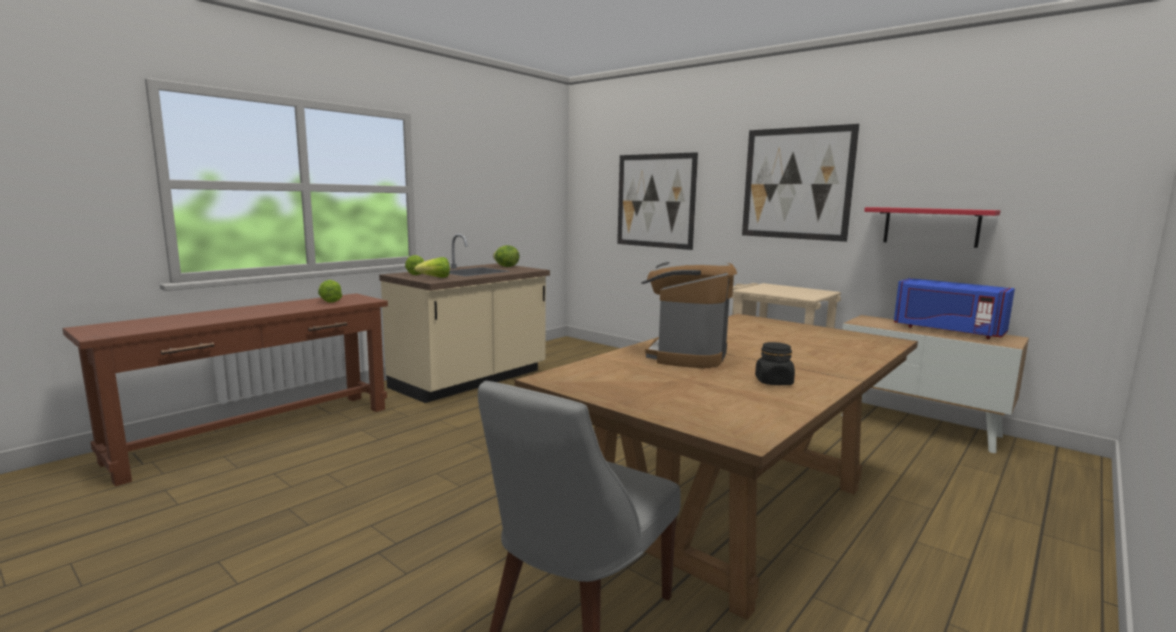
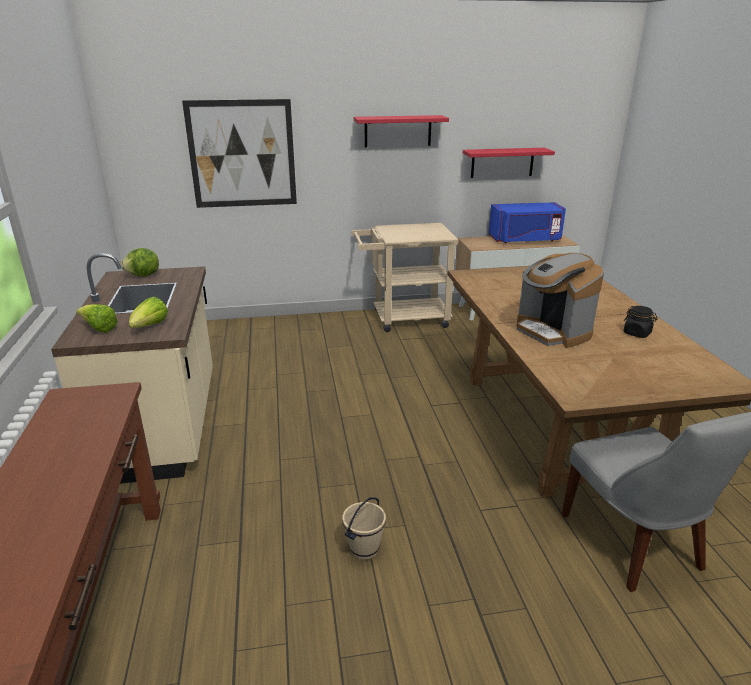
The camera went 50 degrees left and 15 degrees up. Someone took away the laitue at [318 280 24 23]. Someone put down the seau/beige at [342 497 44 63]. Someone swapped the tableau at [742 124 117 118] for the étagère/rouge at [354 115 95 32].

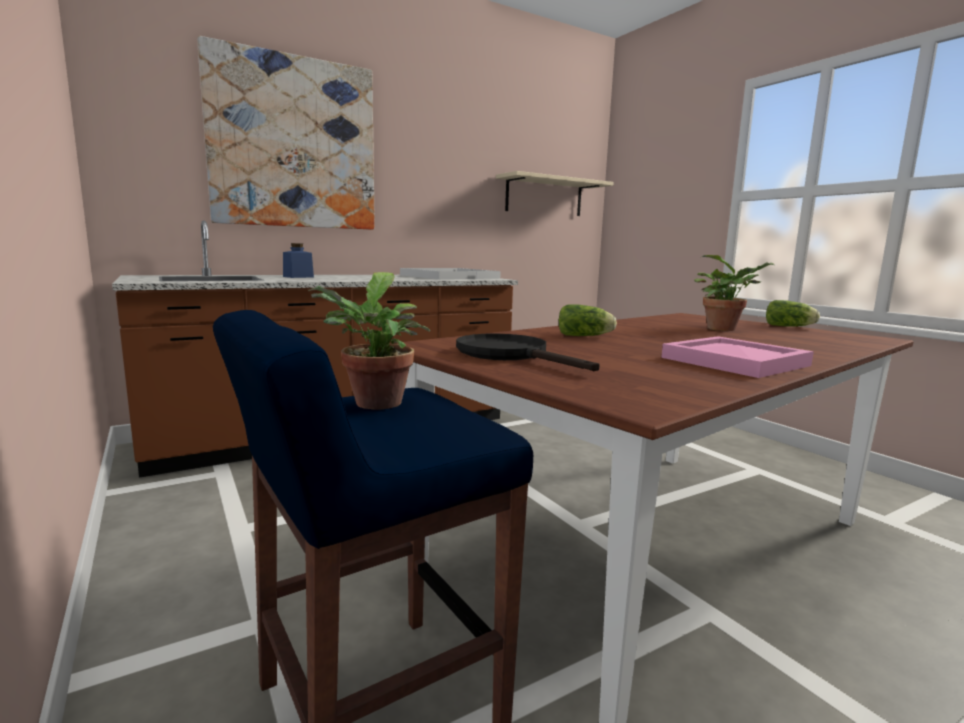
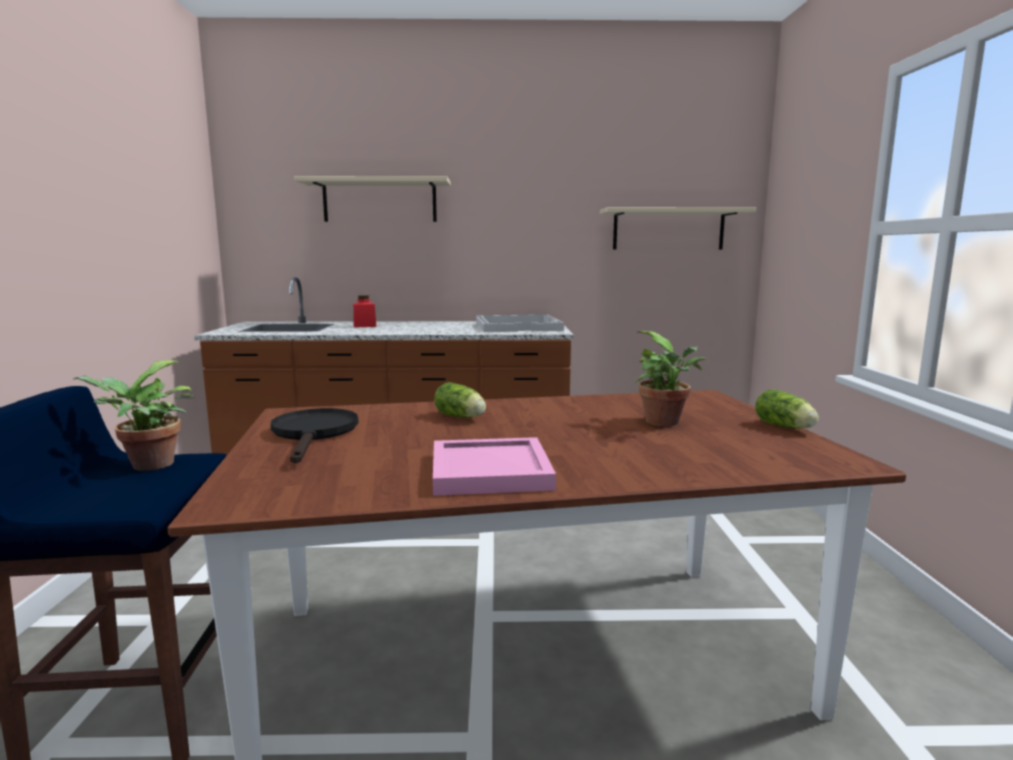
The camera went 30 degrees right and 0 degrees up. Someone swapped the tableau at [197 36 178 194] for the étagère/beige at [294 176 157 46]. Someone repainted the bocal/bleu at [283 243 31 35], which became the bocal/rouge at [353 295 24 33].

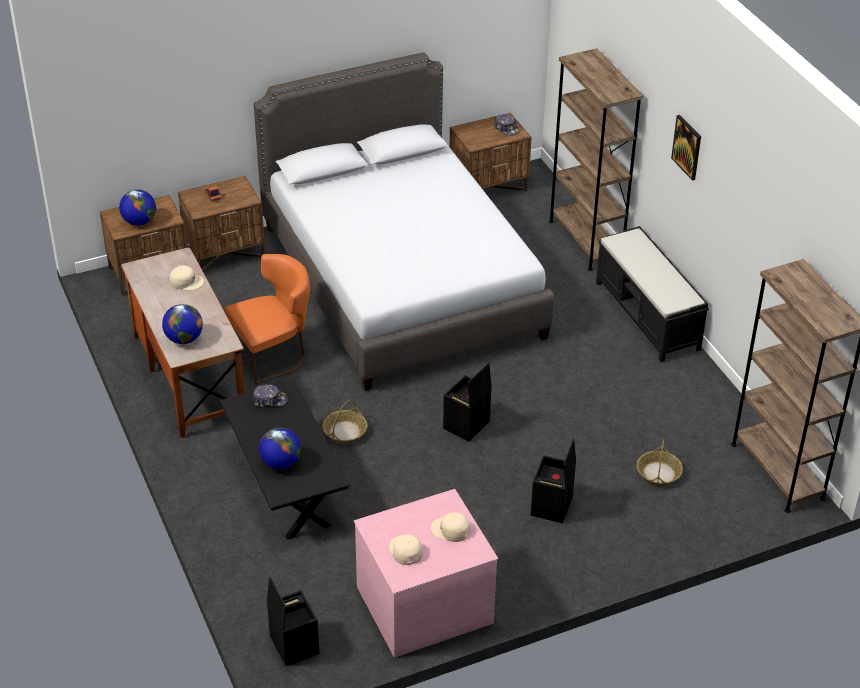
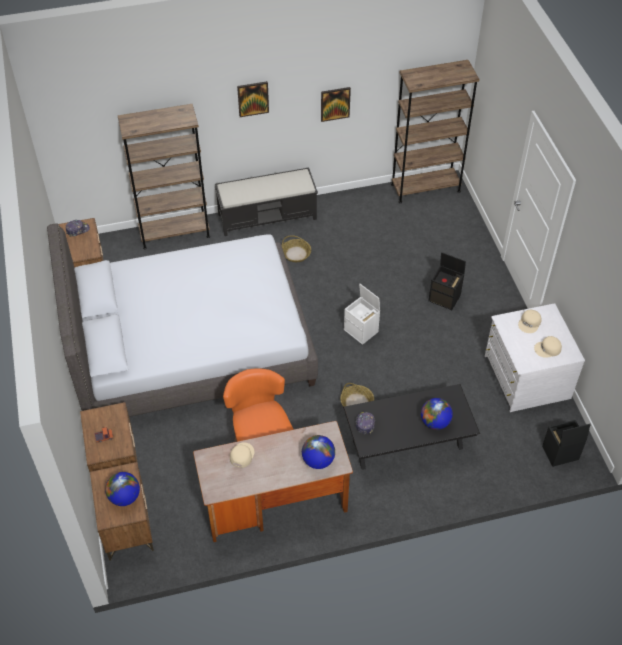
The camera went 80 degrees left and 10 degrees up. Someone put up the tableau at [321 87 30 35]. Someone carried the panier from [637 439 46 47] to [282 235 29 27]. Someone repainted the commode/rose at [354 489 144 168], which became the commode/blanc at [485 303 100 109]. Someone repainted the boîte de rangement/noir at [443 363 49 79], which became the boîte de rangement/blanc at [344 283 36 62].

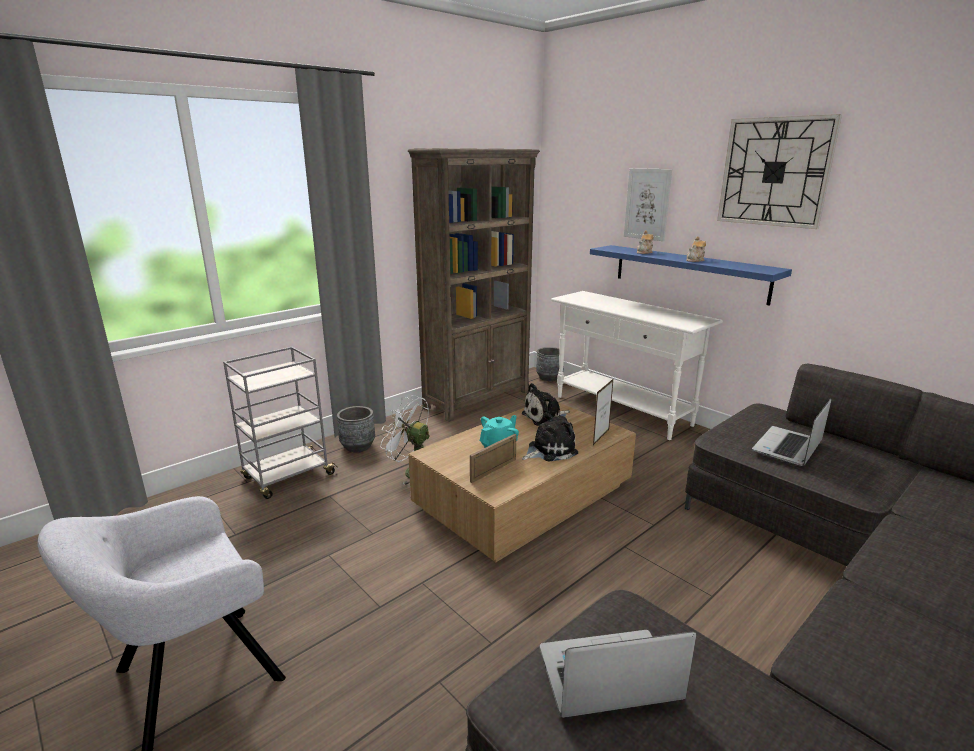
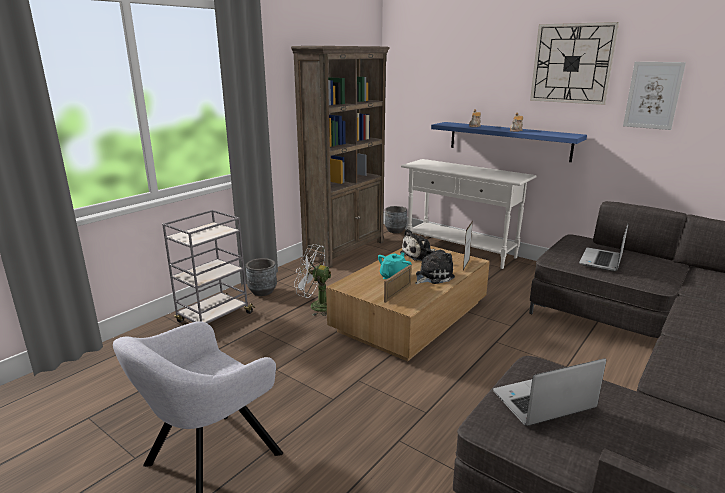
The camera went 10 degrees left and 0 degrees up. Someone carried the tableau from [624 168 48 73] to [623 62 63 68].

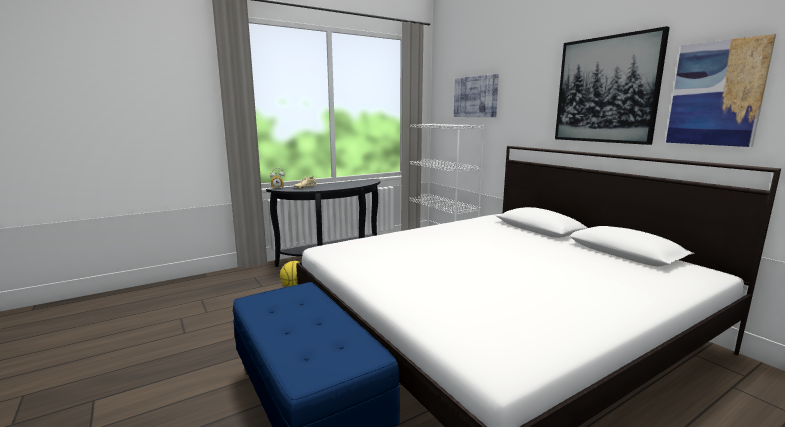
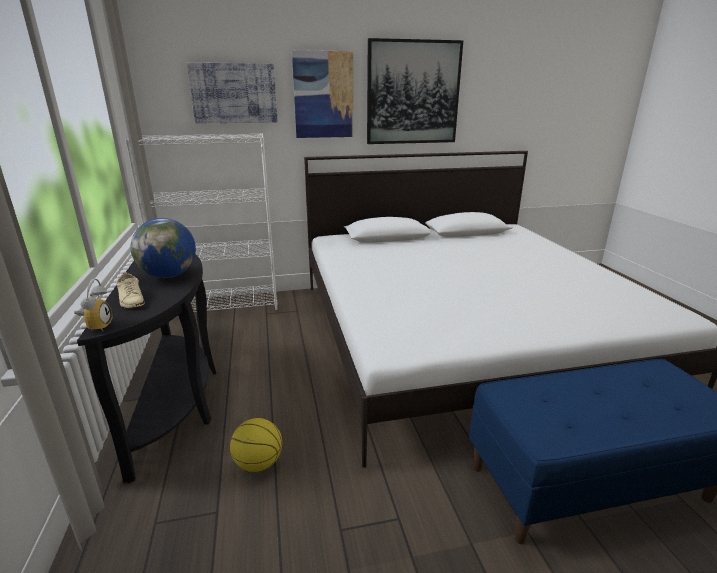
The camera went 70 degrees left and 10 degrees up. Someone put down the globe at [131 218 65 60]. Someone carried the tableau from [666 34 110 113] to [292 50 61 88].

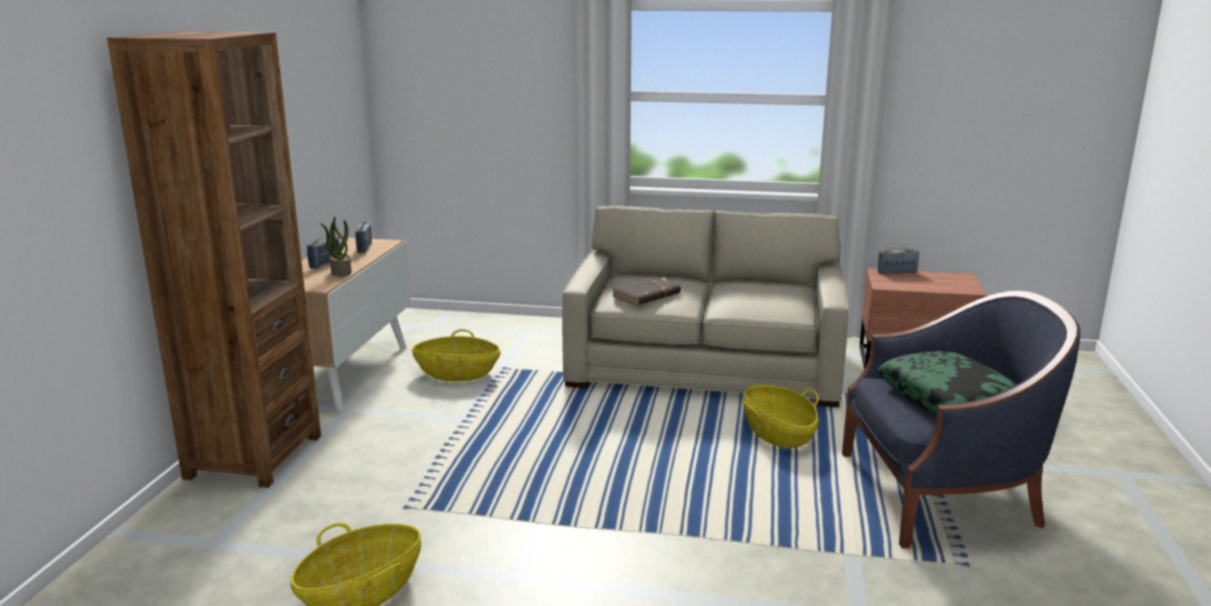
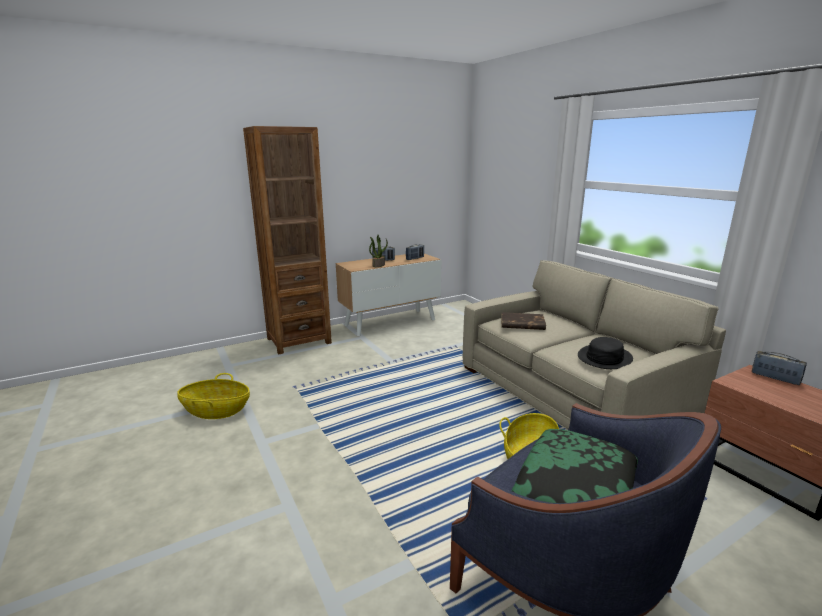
The camera went 50 degrees right and 0 degrees up. Someone took away the panier at [412 329 89 53]. Someone put down the chapeau/noir at [578 337 55 32].

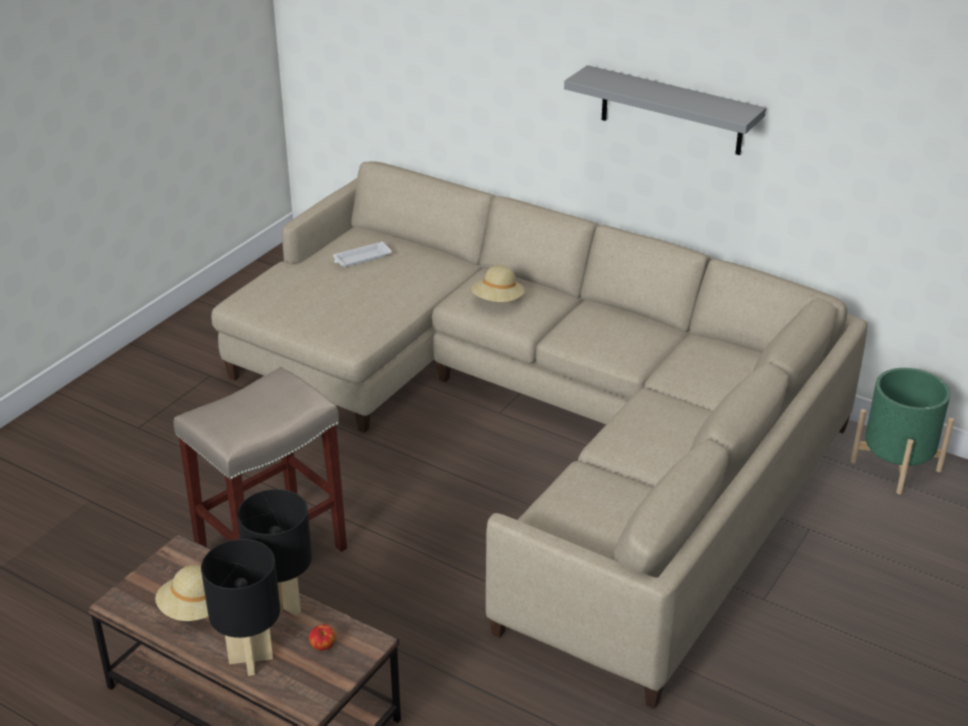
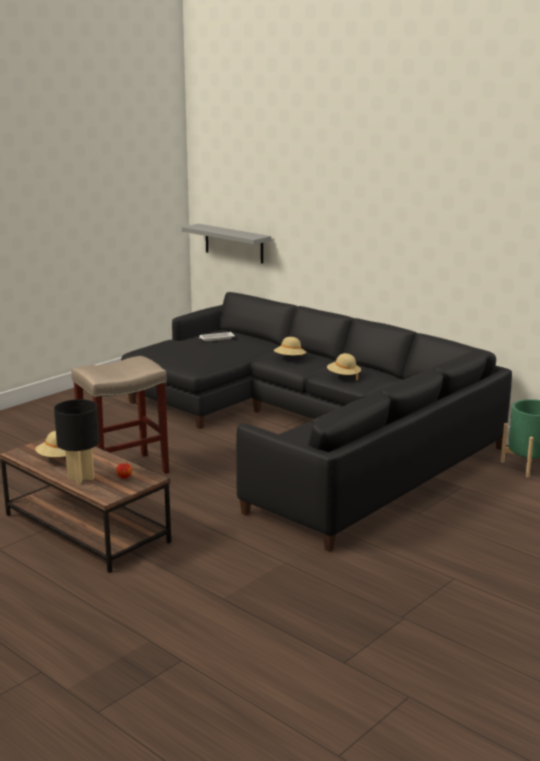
The camera went 10 degrees right and 15 degrees down. Someone took away the lampe de table/noir at [237 489 75 127]. Someone put down the chapeau/beige at [327 353 34 27]. Someone carried the étagère/gris from [564 65 202 90] to [182 224 89 40]. Someone repainted the canapé/beige at [211 162 657 547], which became the canapé/noir at [121 292 391 260].

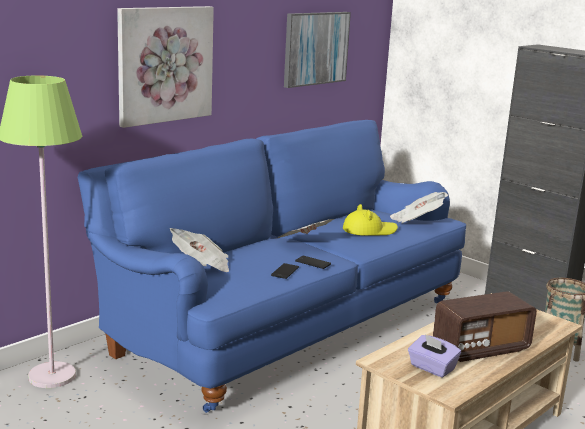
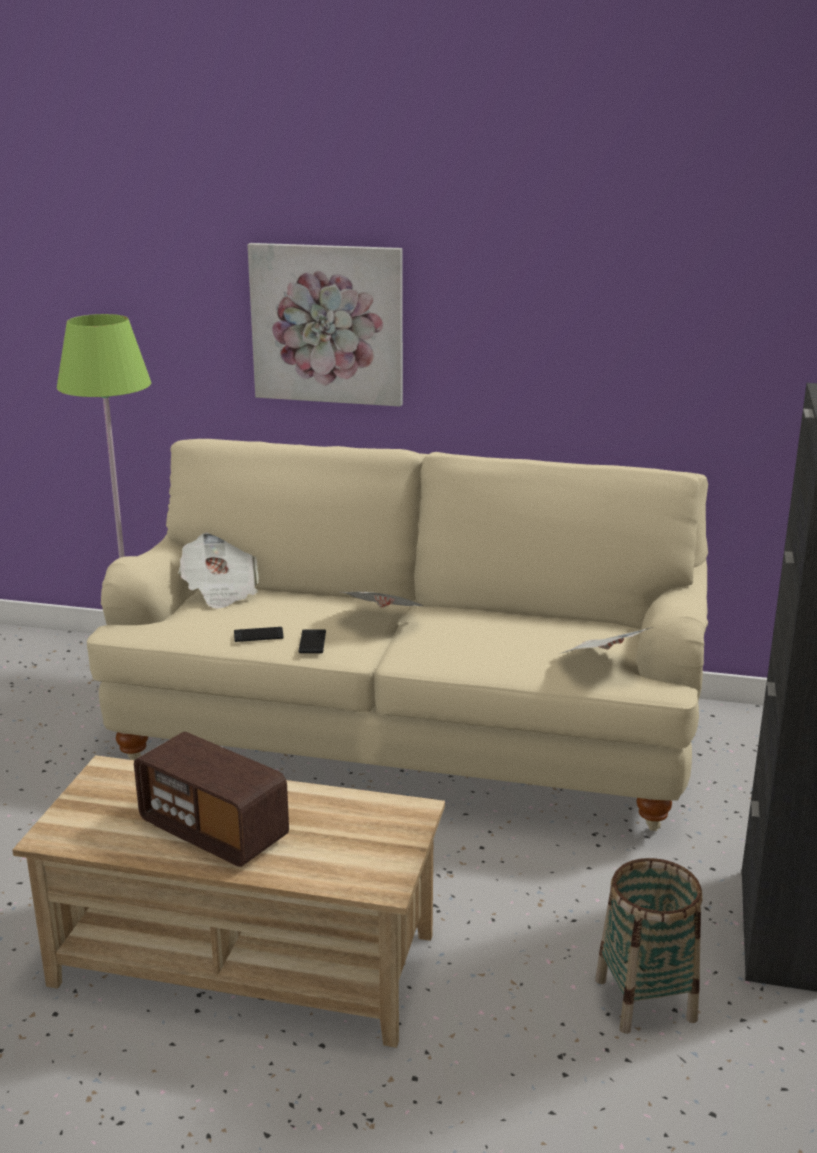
The camera went 60 degrees right and 5 degrees up. Someone took away the tableau at [284 12 67 76]. Someone took away the chapeau/jaune at [343 204 55 31]. Someone took away the boîte à mouchoirs/violet at [408 334 53 44]. Someone repainted the canapé/bleu at [78 120 388 293], which became the canapé/beige at [87 439 621 392].

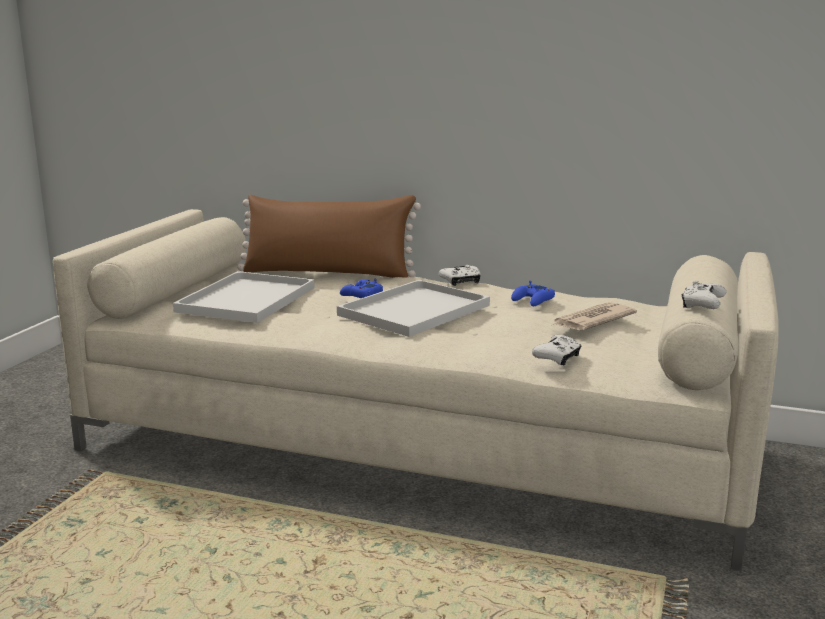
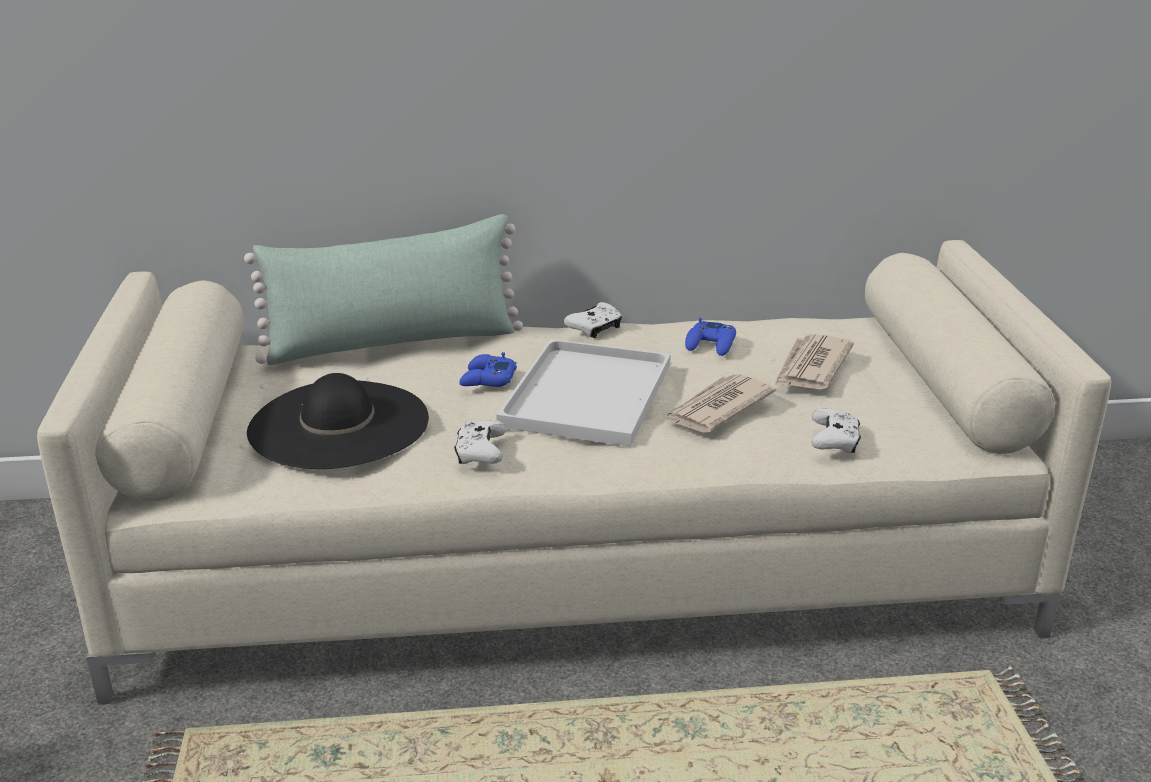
The camera went 25 degrees left and 10 degrees up. Someone put down the journal at [664 374 112 59]. Someone carried the manette/blanc from [681 281 45 28] to [454 420 52 44]. Someone swapped the plateau/blanc at [173 271 142 52] for the chapeau/noir at [247 373 182 96]. Someone repainted the coussin/marron at [237 195 184 83], which became the coussin/vert at [244 214 279 151].

